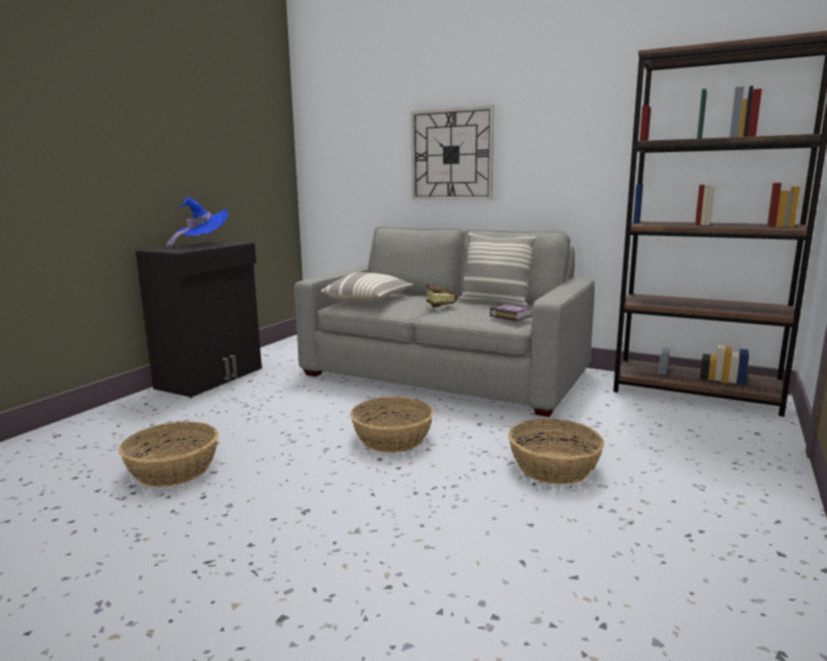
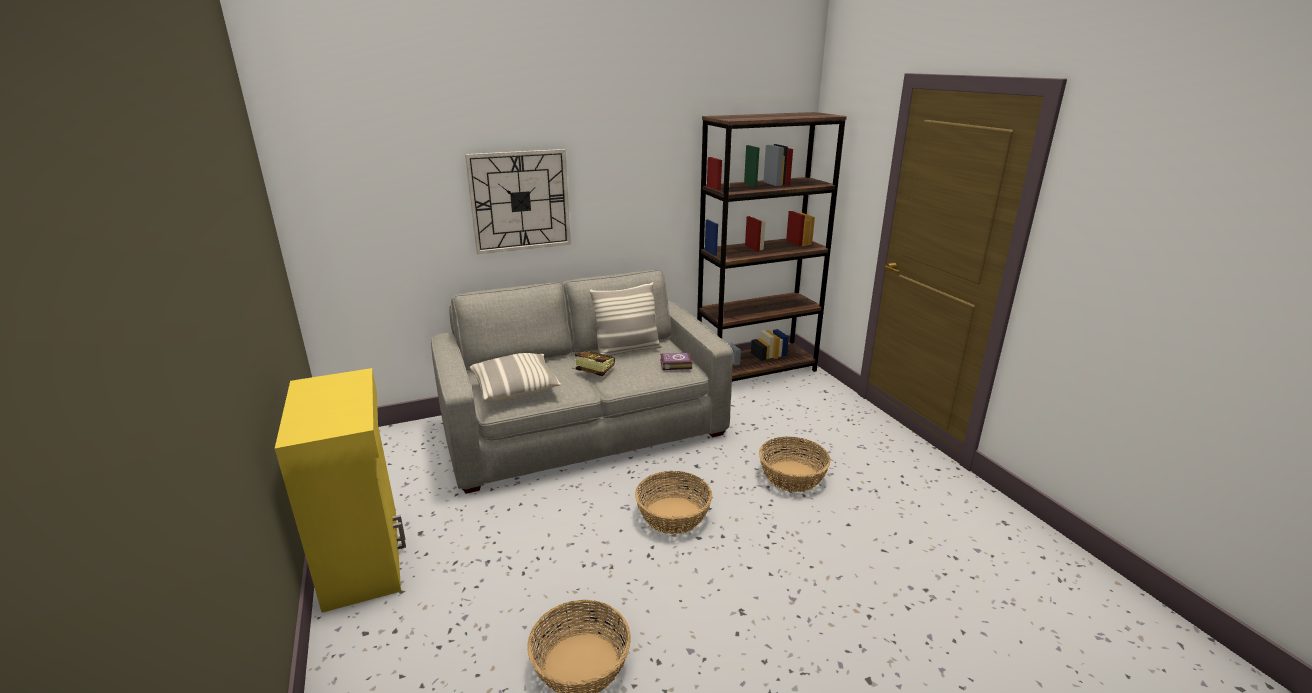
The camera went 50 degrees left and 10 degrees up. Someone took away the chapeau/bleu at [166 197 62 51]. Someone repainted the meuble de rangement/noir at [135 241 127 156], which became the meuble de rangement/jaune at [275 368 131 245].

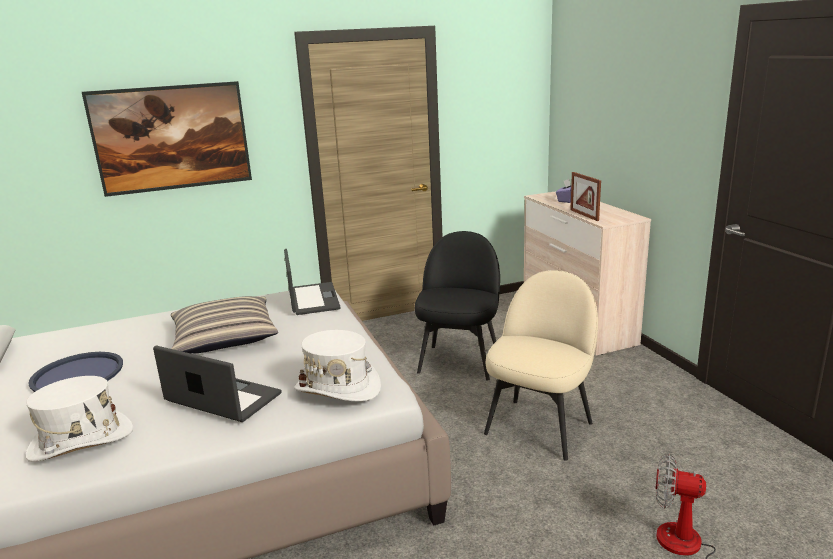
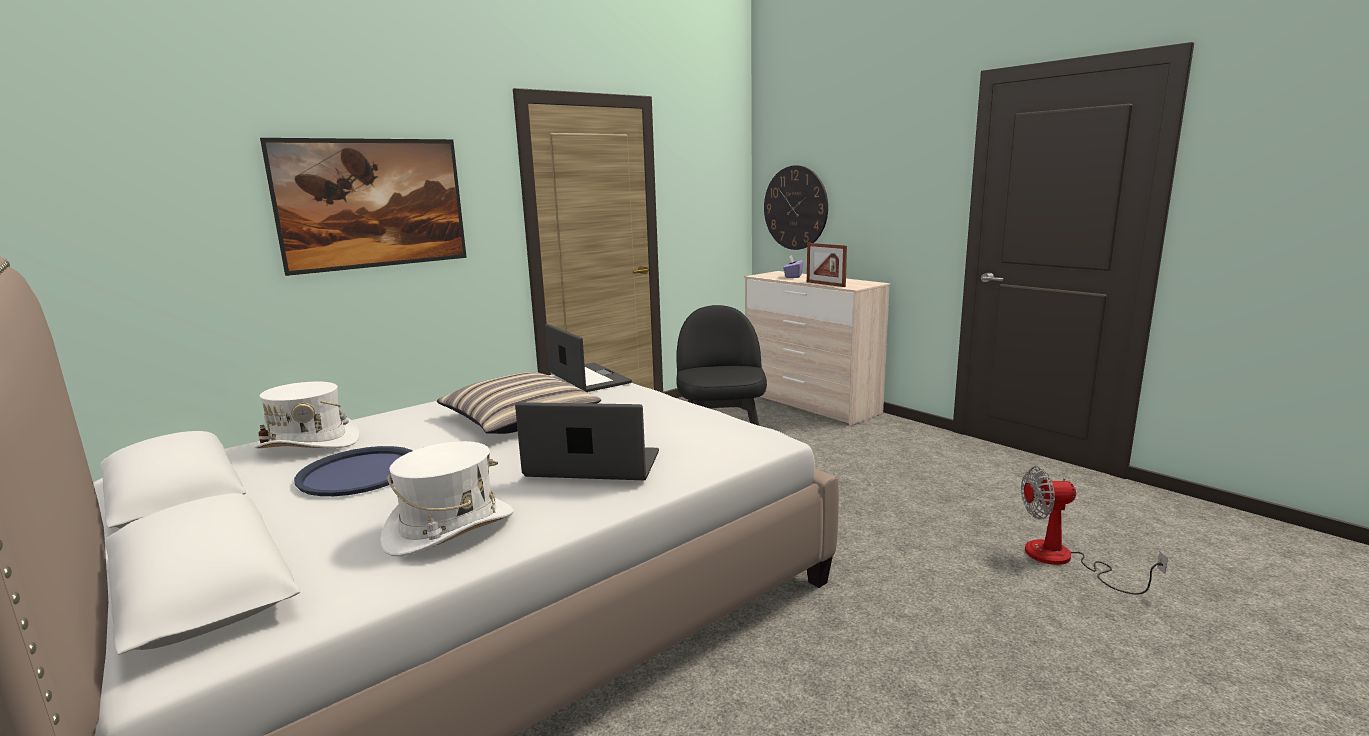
The camera went 20 degrees left and 5 degrees down. Someone took away the chaise/beige at [484 270 114 191]. Someone put up the horloge murale at [764 165 64 85]. Someone carried the chapeau/blanc from [295 330 86 72] to [254 381 106 67].

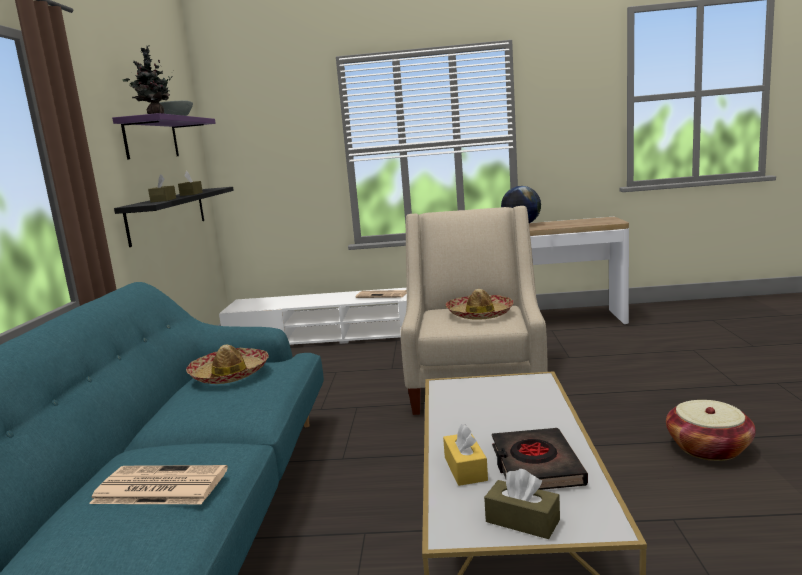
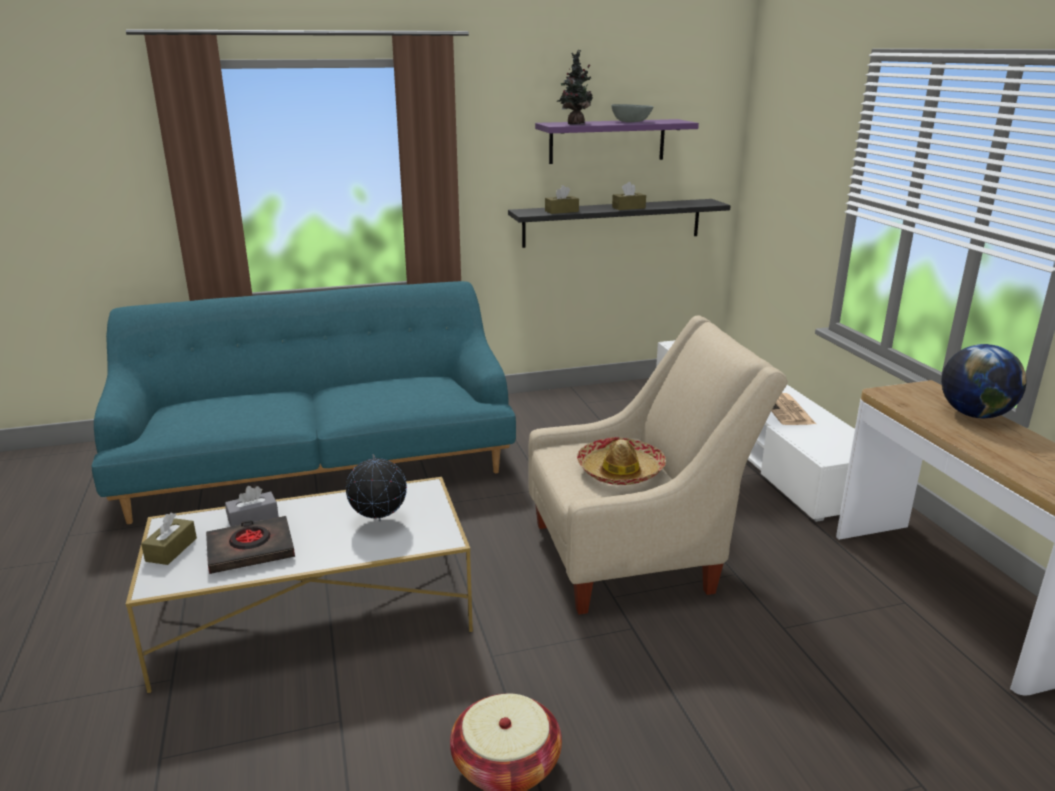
The camera went 70 degrees right and 10 degrees up. Someone took away the journal at [89 465 139 39]. Someone took away the chapeau at [186 344 83 40]. Someone put down the globe at [346 454 61 67]. Someone repainted the boîte à mouchoirs/jaune at [443 424 45 62], which became the boîte à mouchoirs/gris at [225 486 54 41].

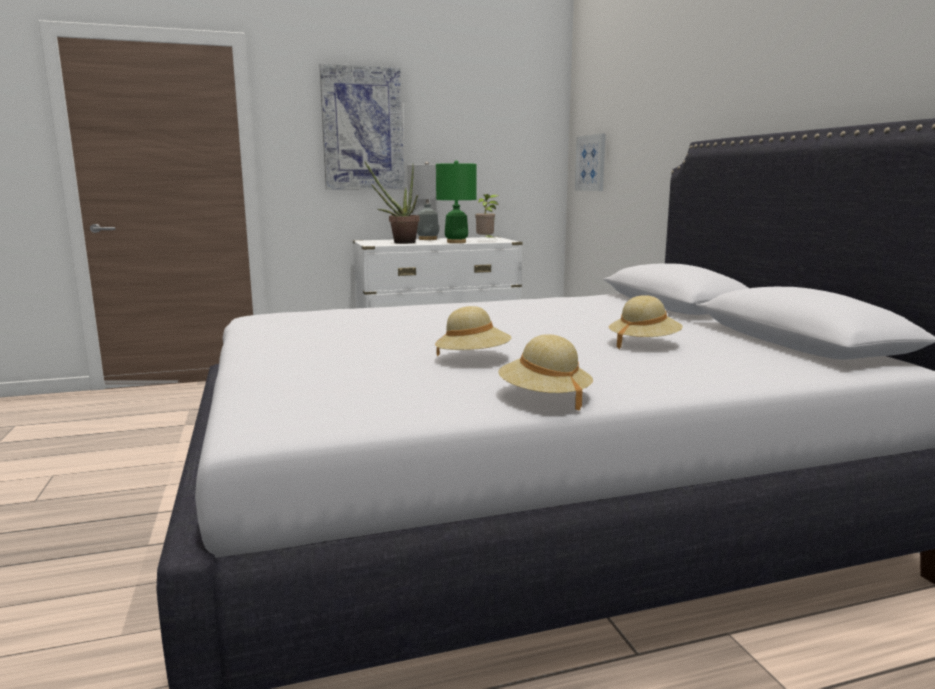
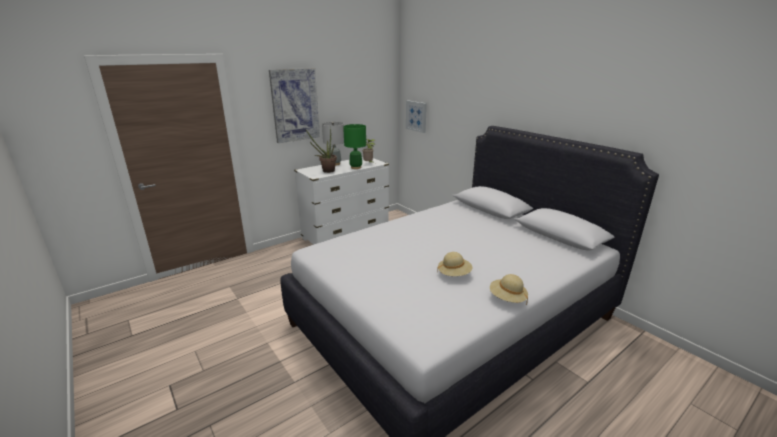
The camera went 20 degrees left and 10 degrees up. Someone took away the chapeau/beige at [609 295 74 54].

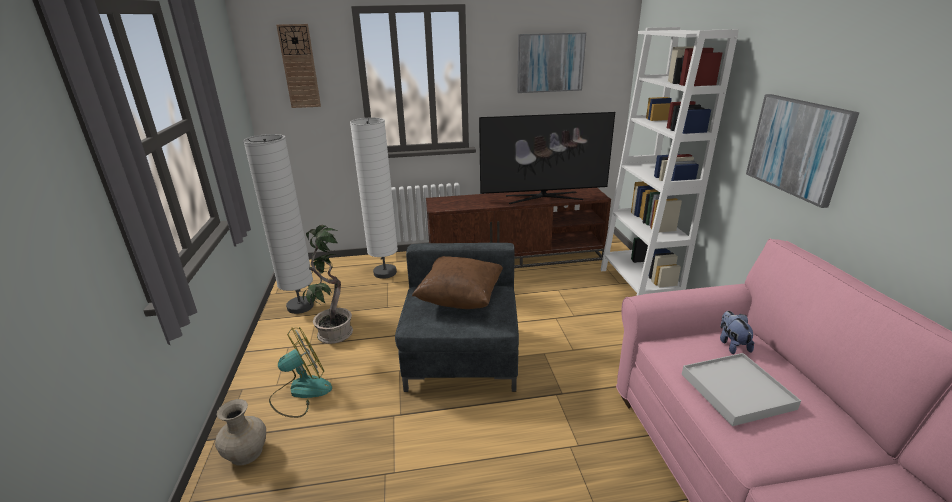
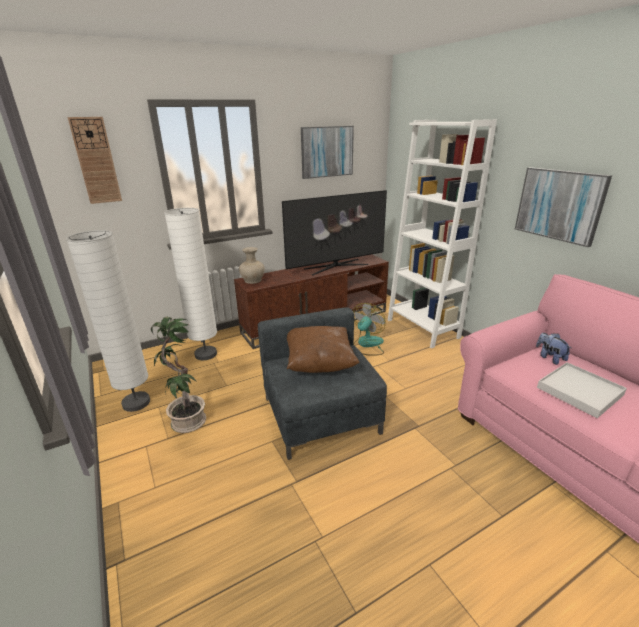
The camera went 20 degrees left and 0 degrees up. Someone carried the vase/beige from [215 399 51 66] to [239 247 26 37]. Someone carried the ventilateur from [269 327 63 91] to [353 303 33 53].

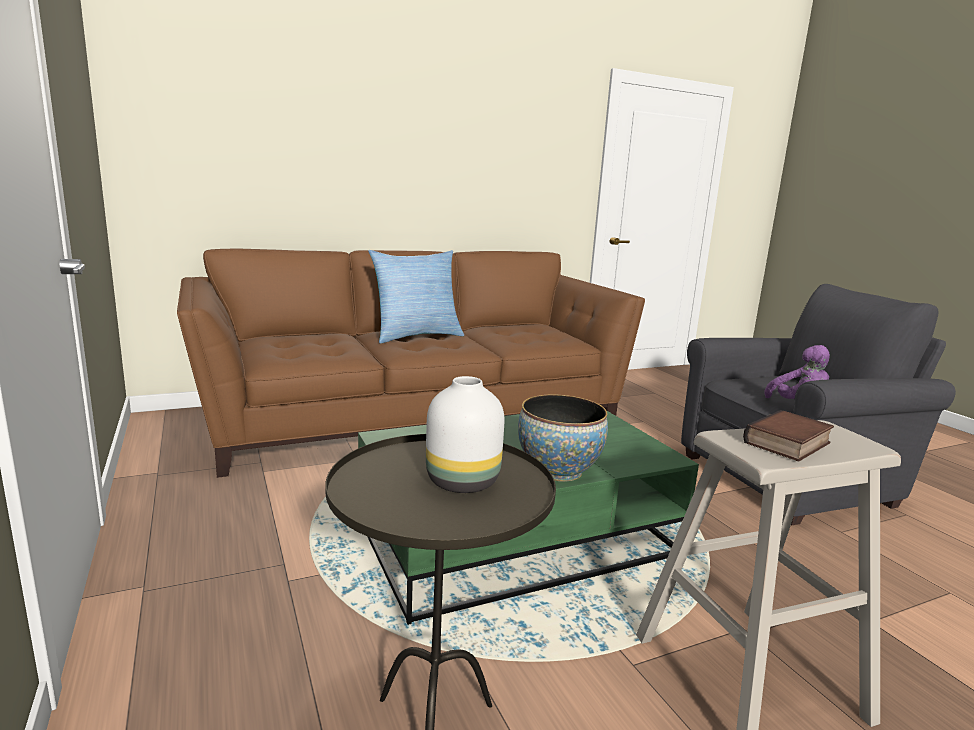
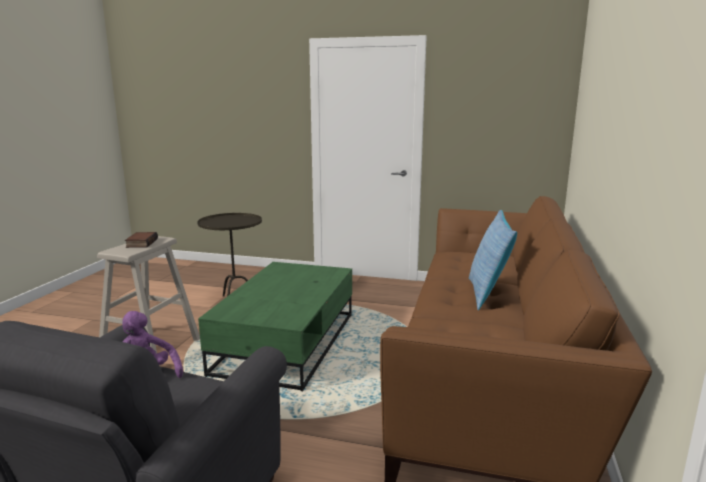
The camera went 130 degrees right and 0 degrees up. Someone took away the vase/blanc at [426 376 78 117]. Someone took away the bol at [518 395 90 87].

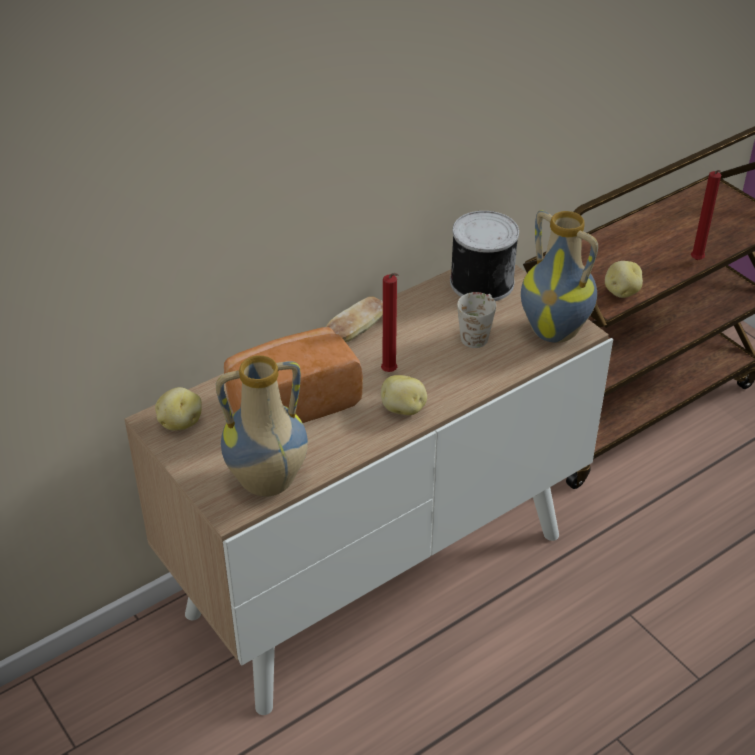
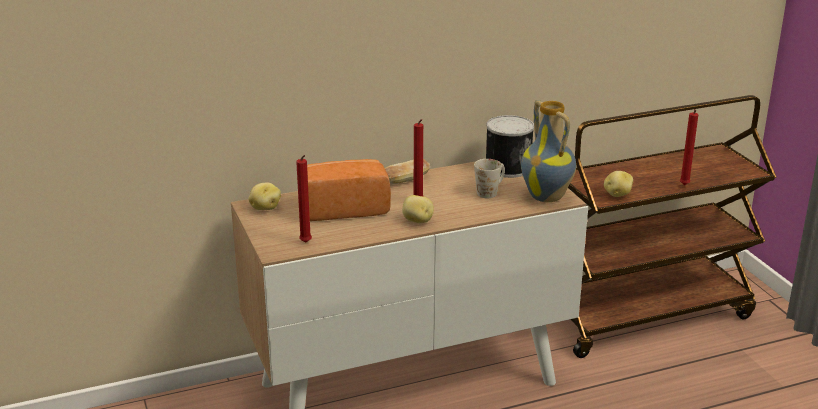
The camera went 15 degrees right and 15 degrees down. Someone swapped the vase at [216 355 92 142] for the bougie/rouge at [296 155 16 87].

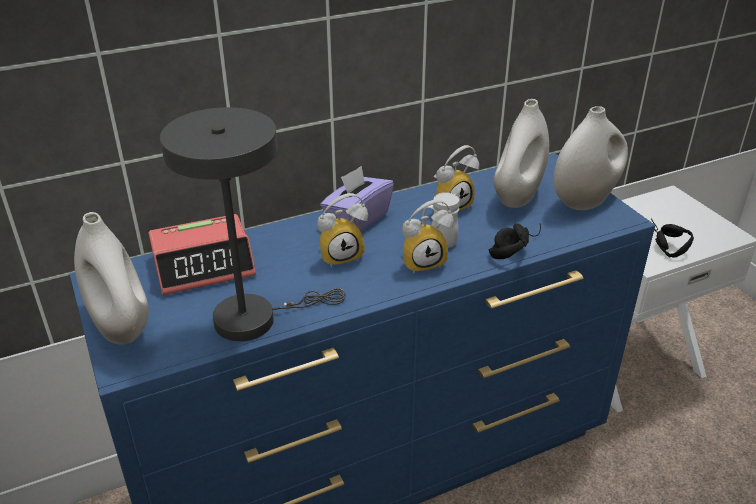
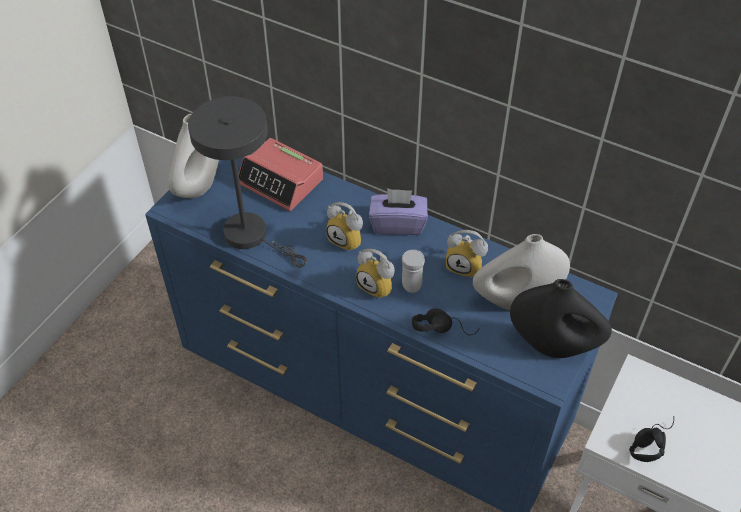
The camera went 55 degrees right and 15 degrees up. Someone repainted the vase/blanc at [553 106 75 104], which became the vase/noir at [510 279 102 79].

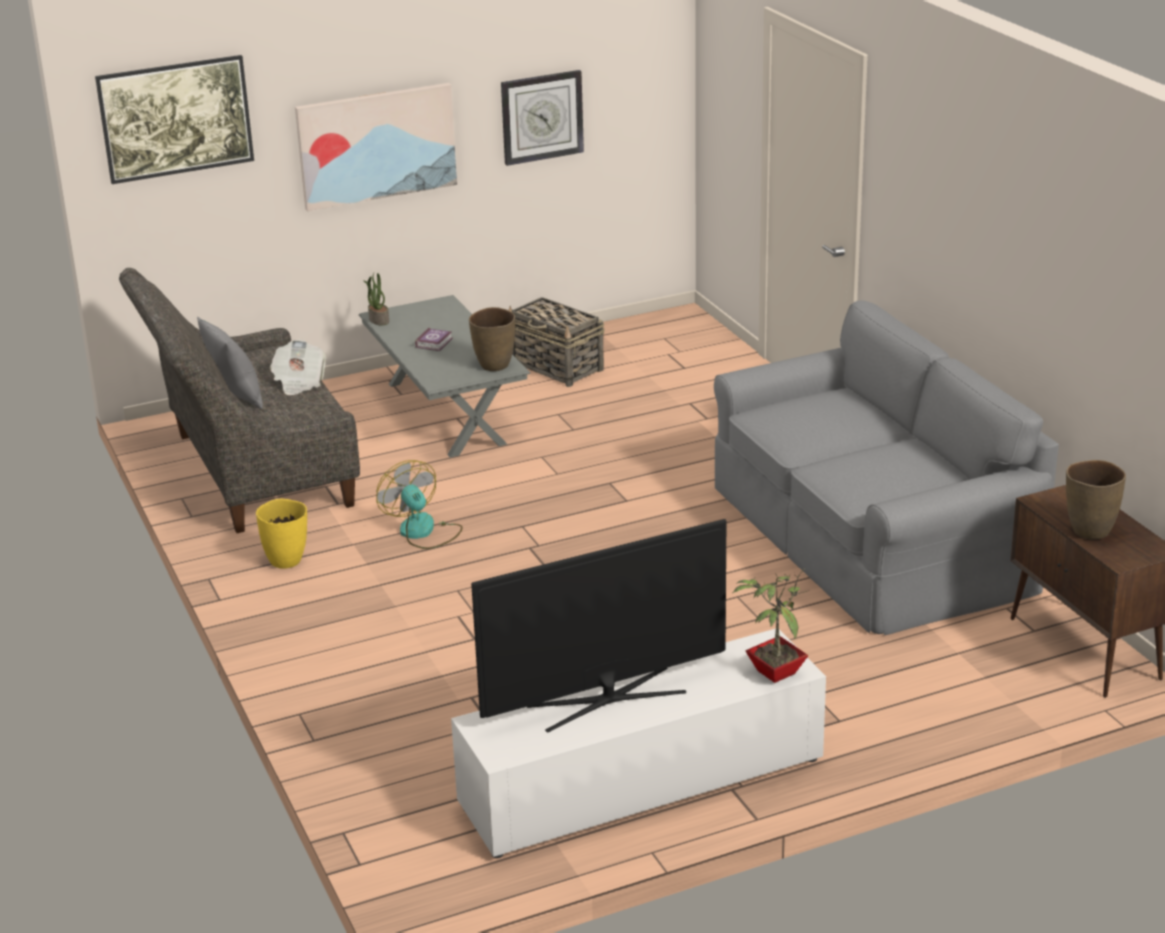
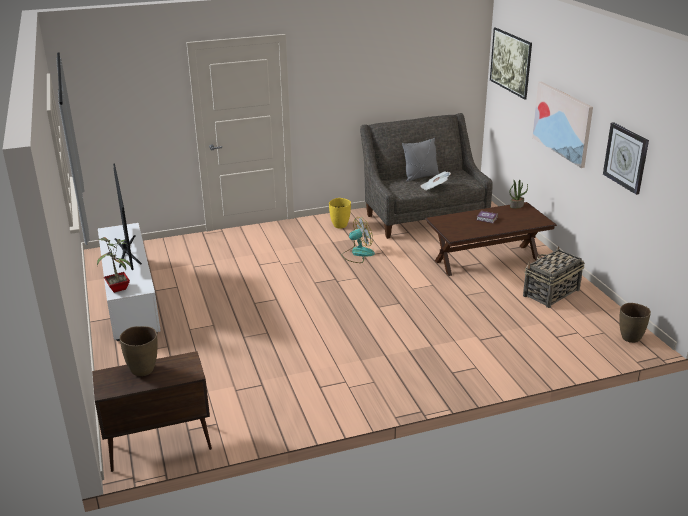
The camera went 95 degrees right and 0 degrees up. Someone took away the canapé/gris at [714 301 345 334]. Someone carried the vase/marron from [469 307 46 64] to [619 303 32 40]. Someone repainted the table basse/gris at [359 295 171 163], which became the table basse/marron at [425 202 132 74].

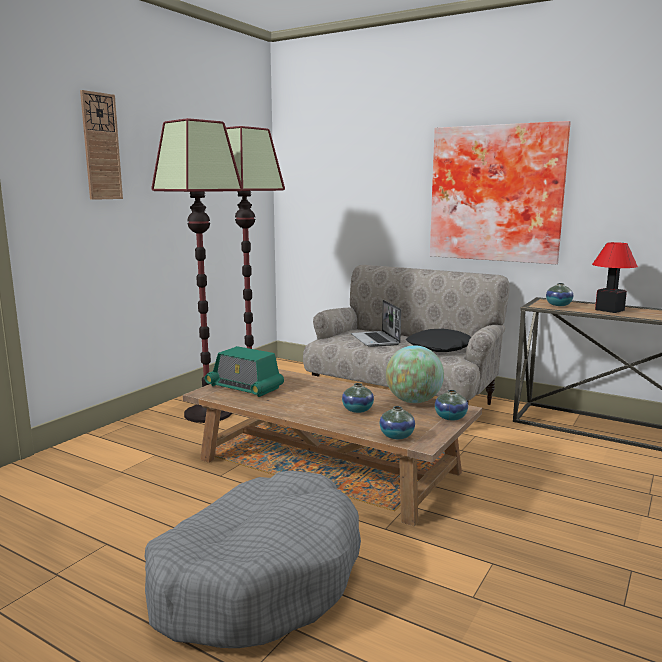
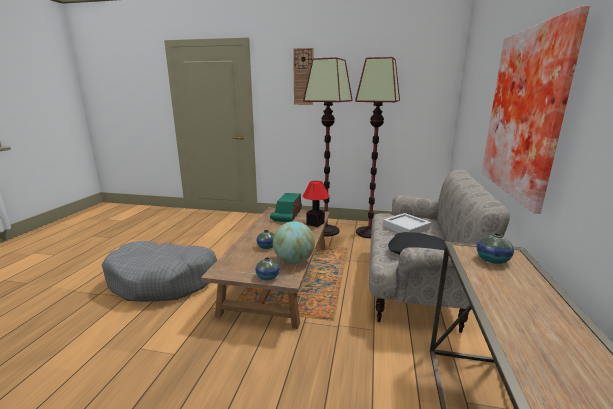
The camera went 70 degrees right and 5 degrees up. Someone took away the vase at [380 406 35 33]. Someone carried the lampe de table from [592 242 46 71] to [303 181 27 46]. Someone swapped the ordinateur portable at [351 300 50 47] for the plateau/gris at [383 213 48 20].

